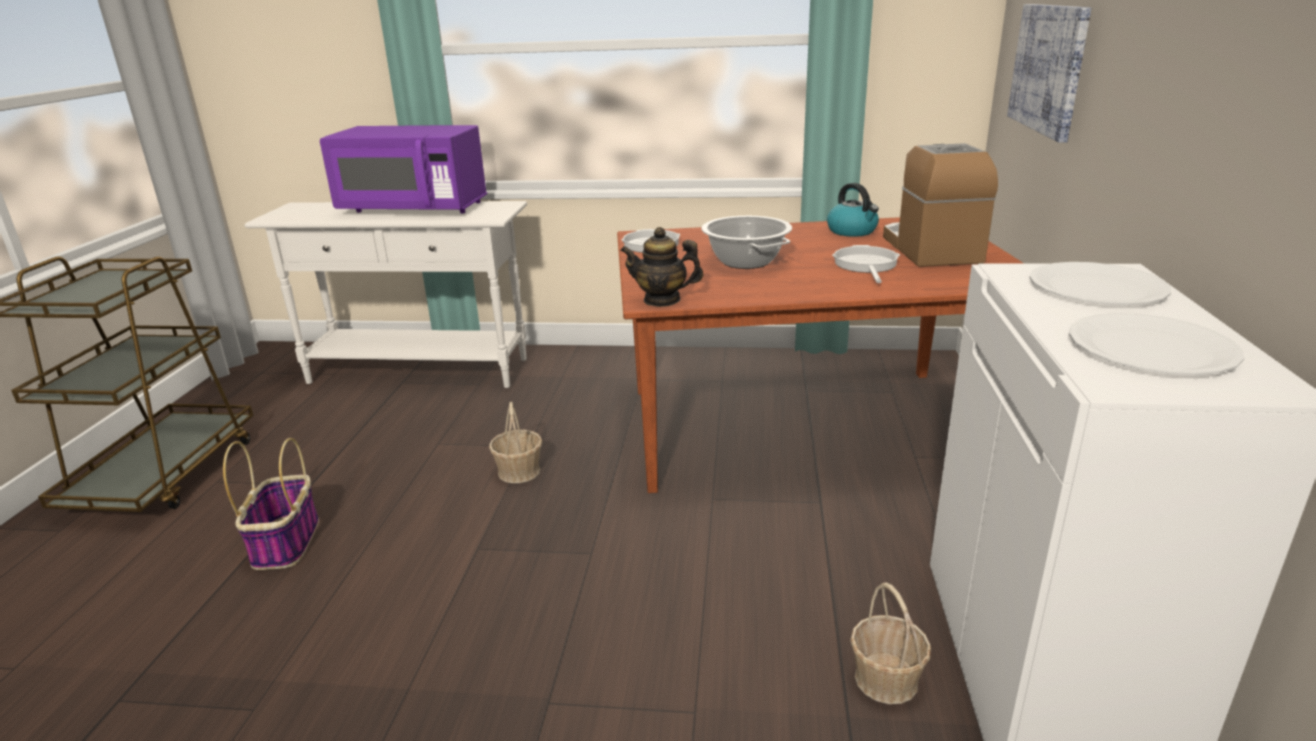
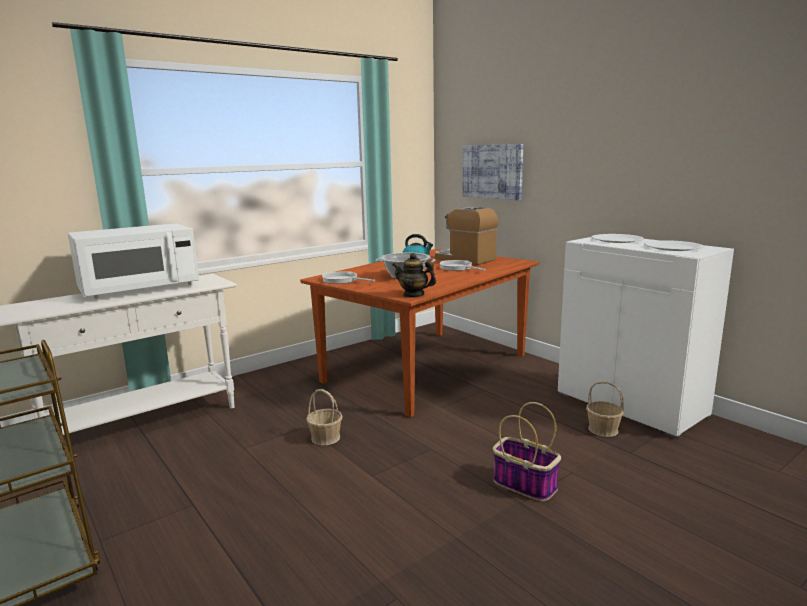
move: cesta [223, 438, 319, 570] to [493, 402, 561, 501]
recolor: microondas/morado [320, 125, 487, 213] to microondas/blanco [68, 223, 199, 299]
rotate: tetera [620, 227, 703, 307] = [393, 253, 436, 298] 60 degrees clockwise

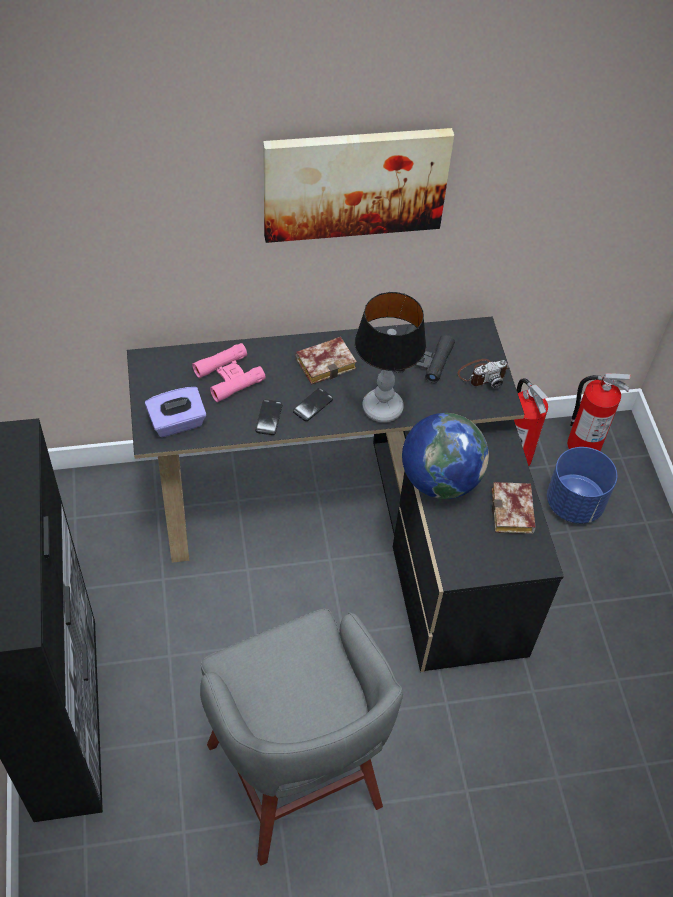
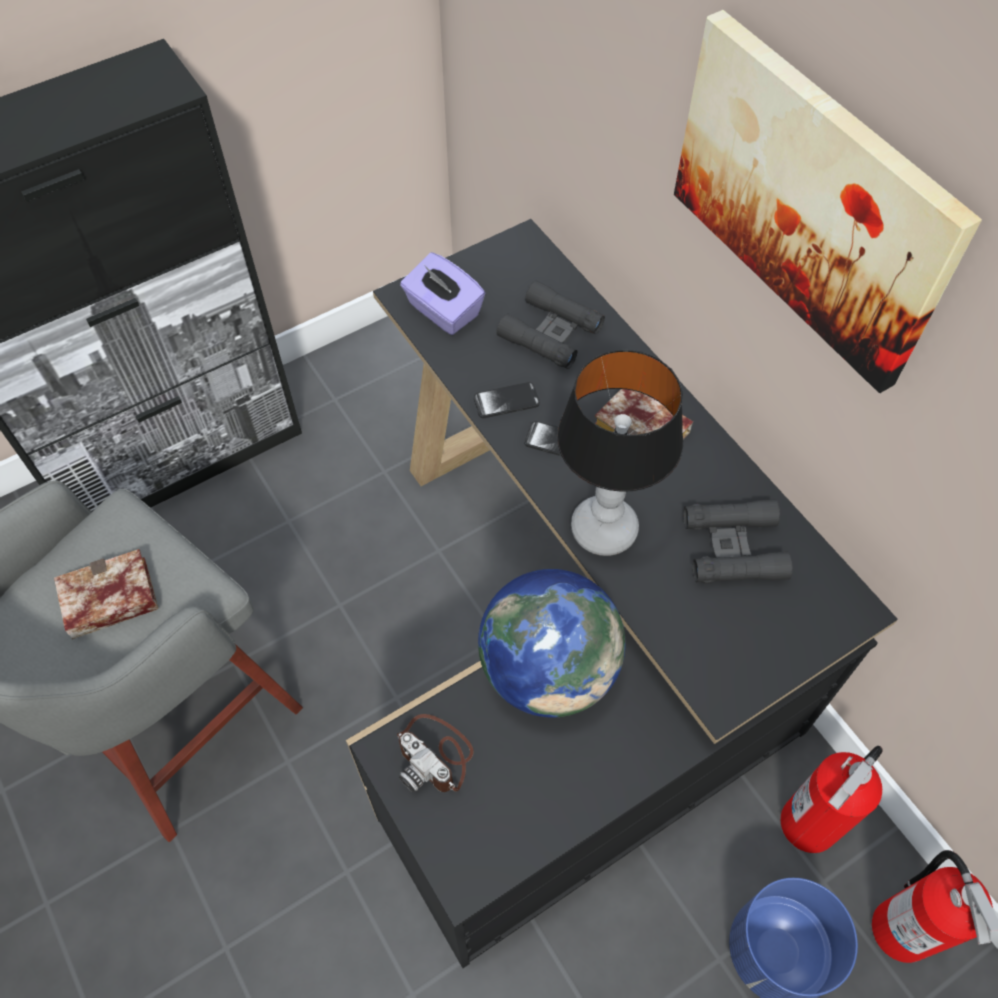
move: libro [492, 482, 536, 534] to [54, 549, 158, 639]; cámara [457, 359, 509, 388] to [397, 714, 474, 792]
recolor: prismáticos/rosa [192, 343, 266, 402] to prismáticos/negro [497, 281, 605, 369]

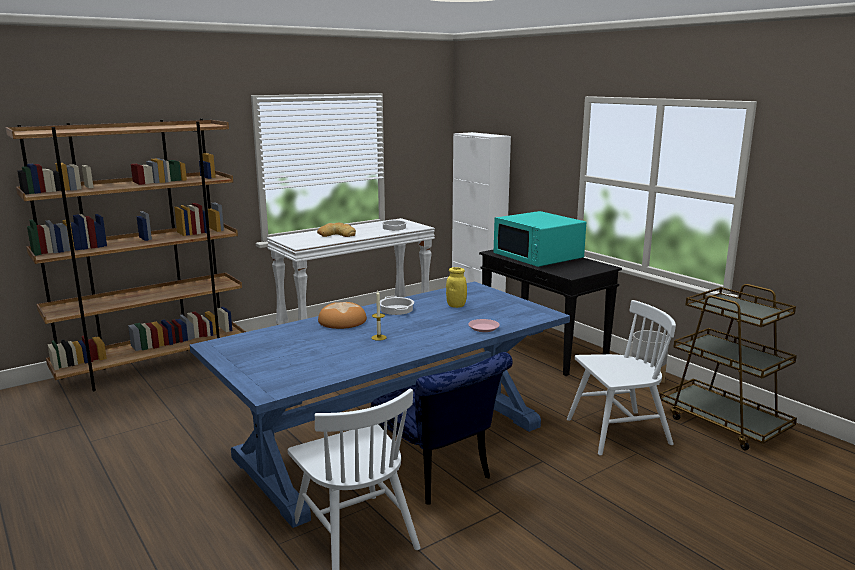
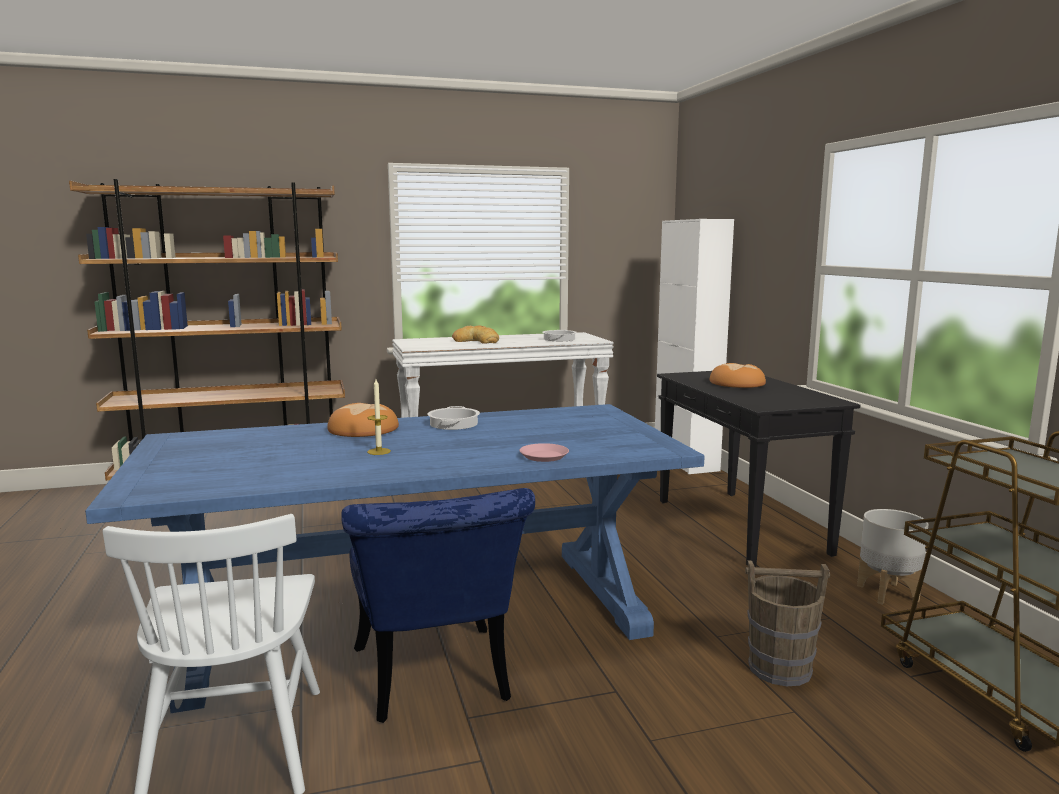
delete: tarro/amarillo [446, 267, 467, 308]
replace: microondas/turquesa [494, 211, 586, 267] to pan [710, 363, 766, 388]; silla/blanco [567, 300, 676, 455] to cubo/marrón [745, 560, 830, 686]

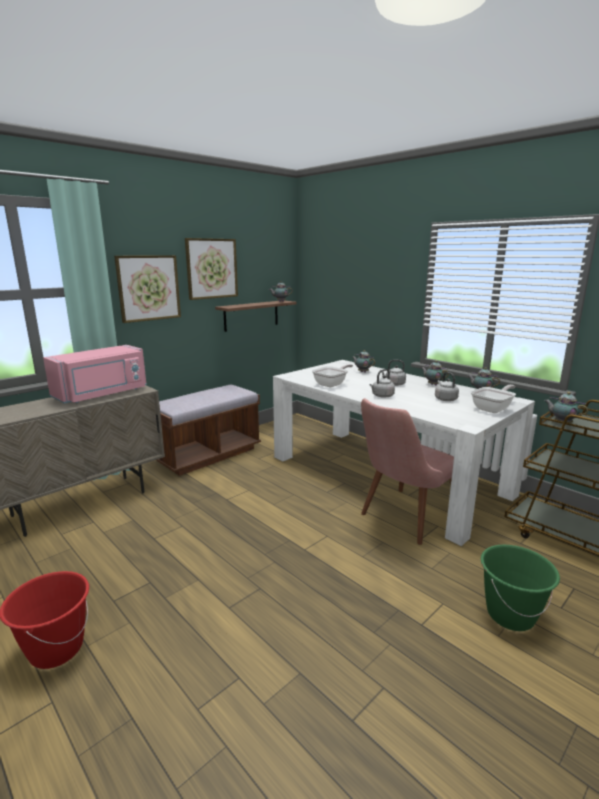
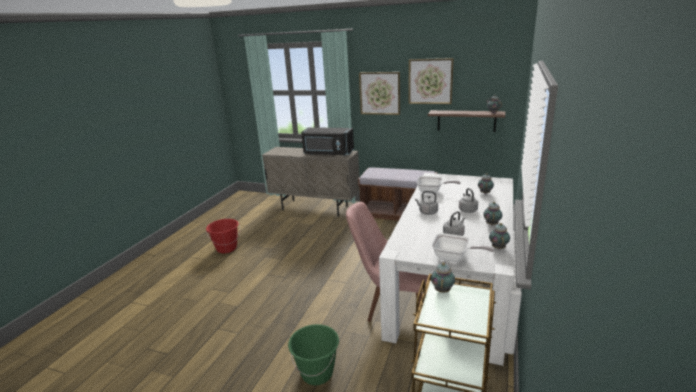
recolor: microondas/rosa [43, 345, 147, 403] to microondas/negro [301, 127, 354, 156]

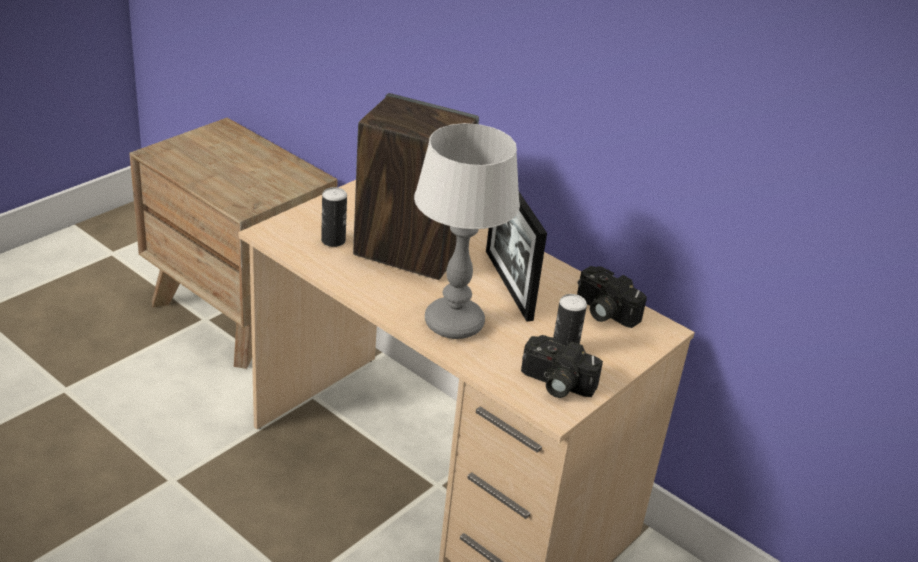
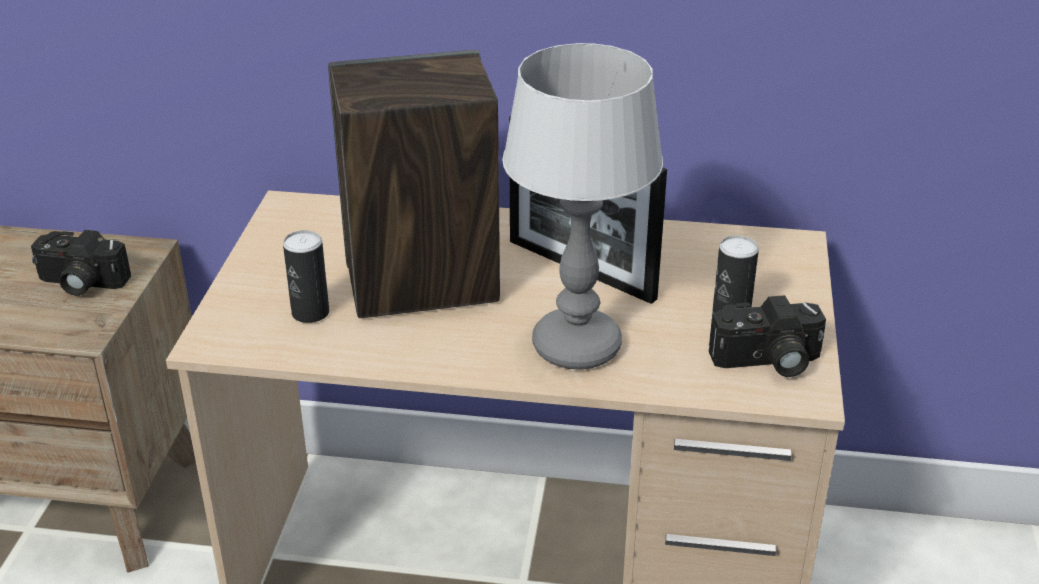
move: cámara [577, 266, 647, 328] to [31, 230, 131, 296]

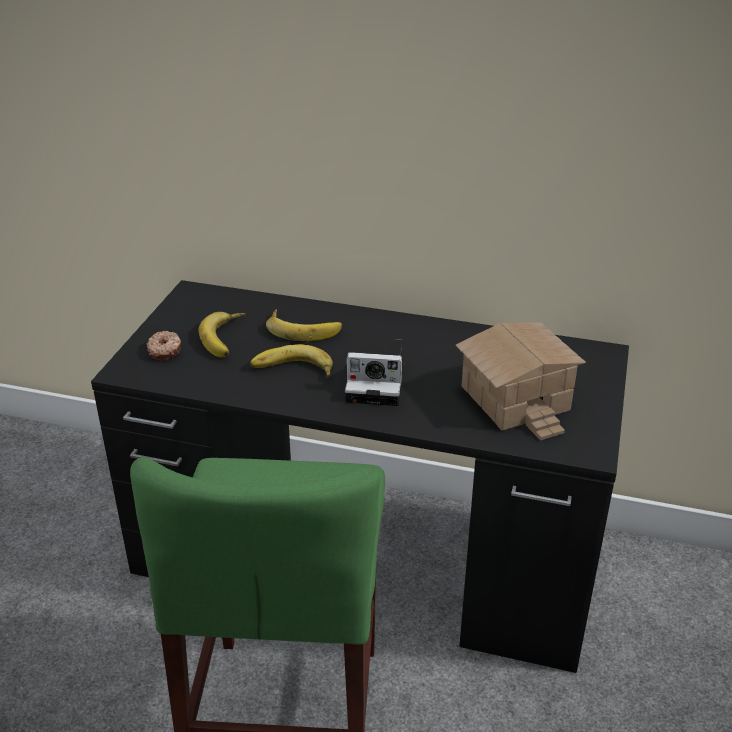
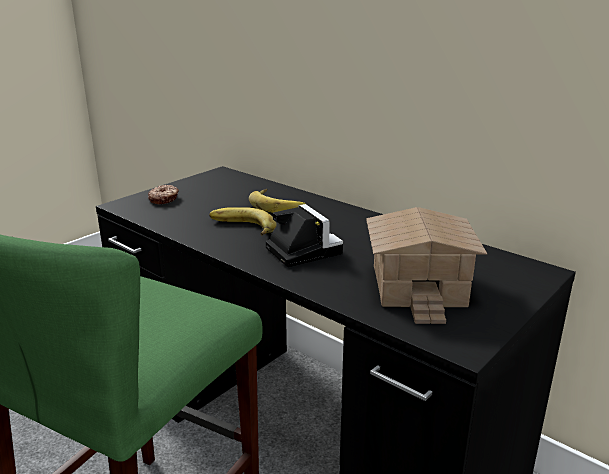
delete: plátano [198, 312, 246, 357]
rotate: cámara [345, 339, 404, 406] = [266, 204, 343, 267] 150 degrees counterclockwise

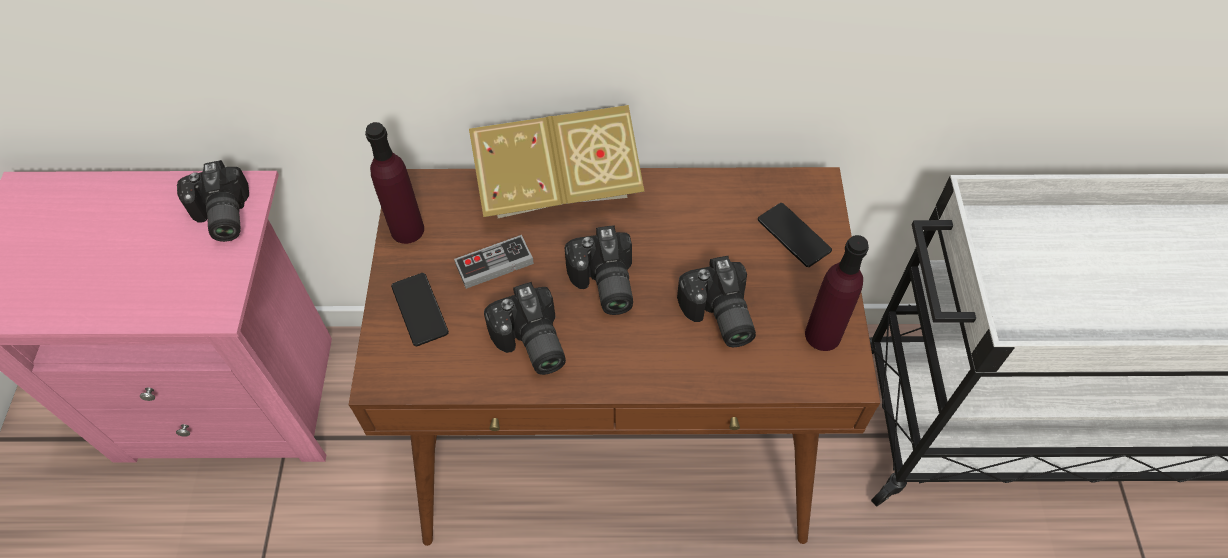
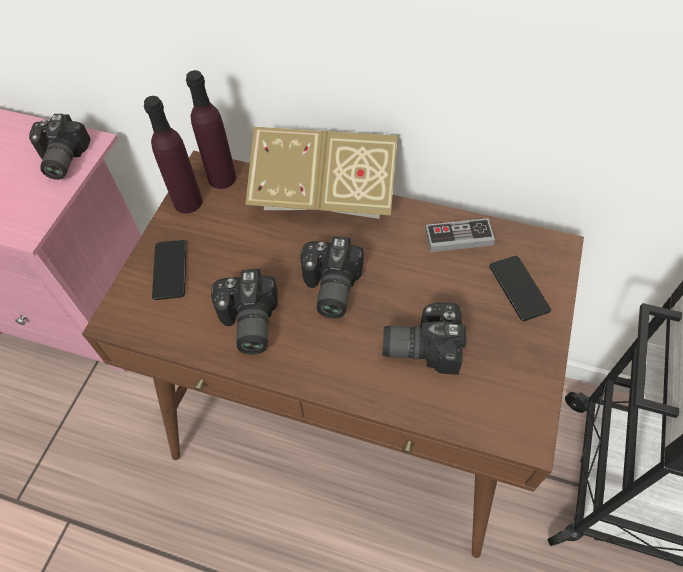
move: botella/morado [805, 235, 869, 351] to [186, 70, 236, 189]; mando de consola [454, 235, 534, 289] to [425, 218, 495, 252]
rotate: cámara [677, 255, 756, 347] = [383, 302, 466, 375] 90 degrees clockwise

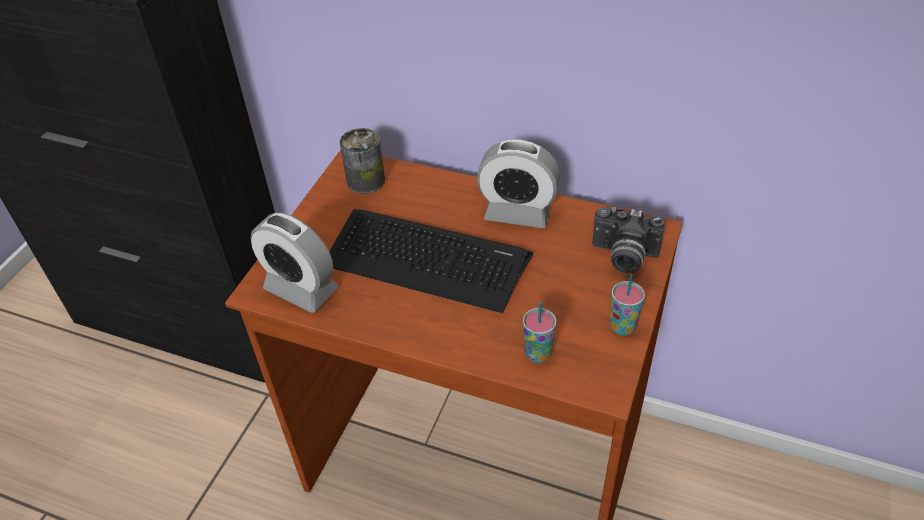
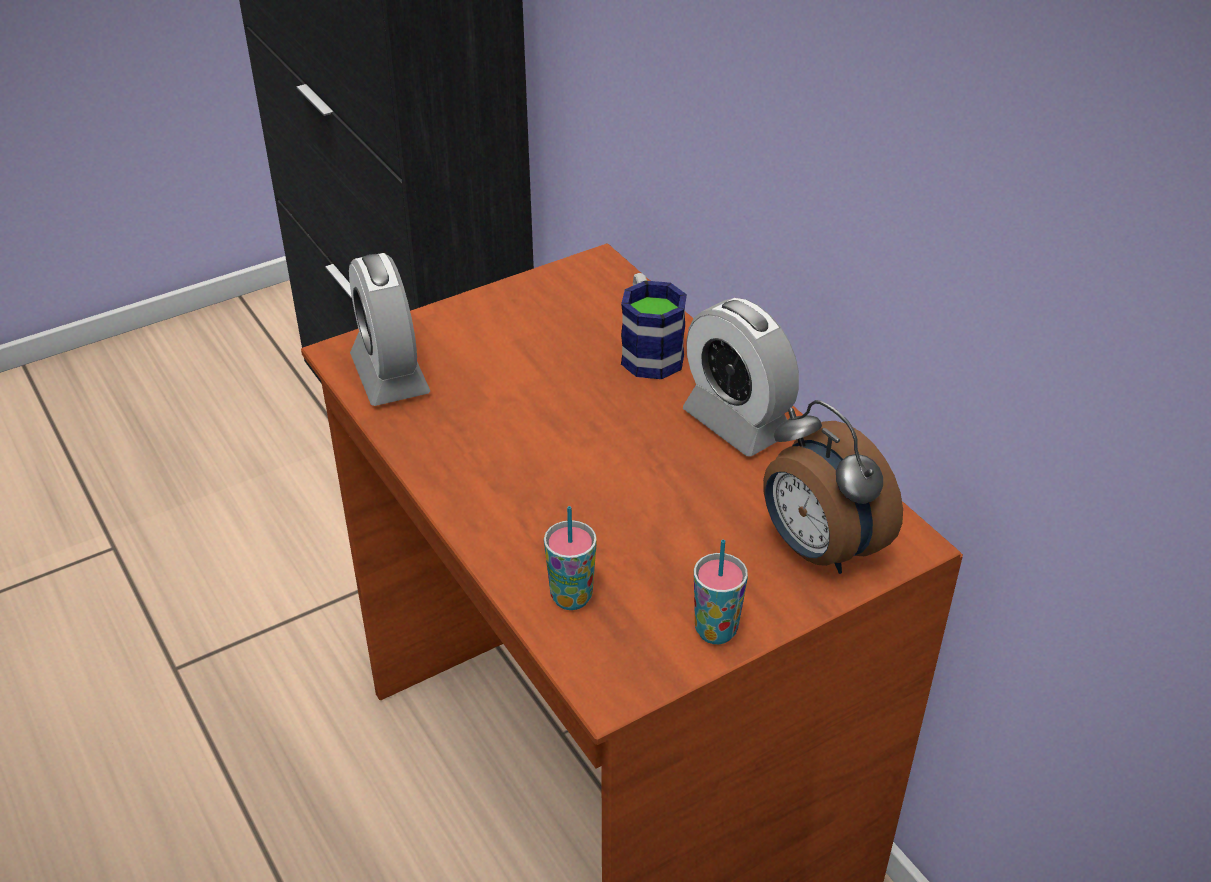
delete: teclado [329, 209, 533, 313]; lata [340, 128, 385, 194]
insert: taza grande [621, 273, 687, 379]
replace: cámara [592, 207, 665, 274] to despertador [763, 400, 903, 574]

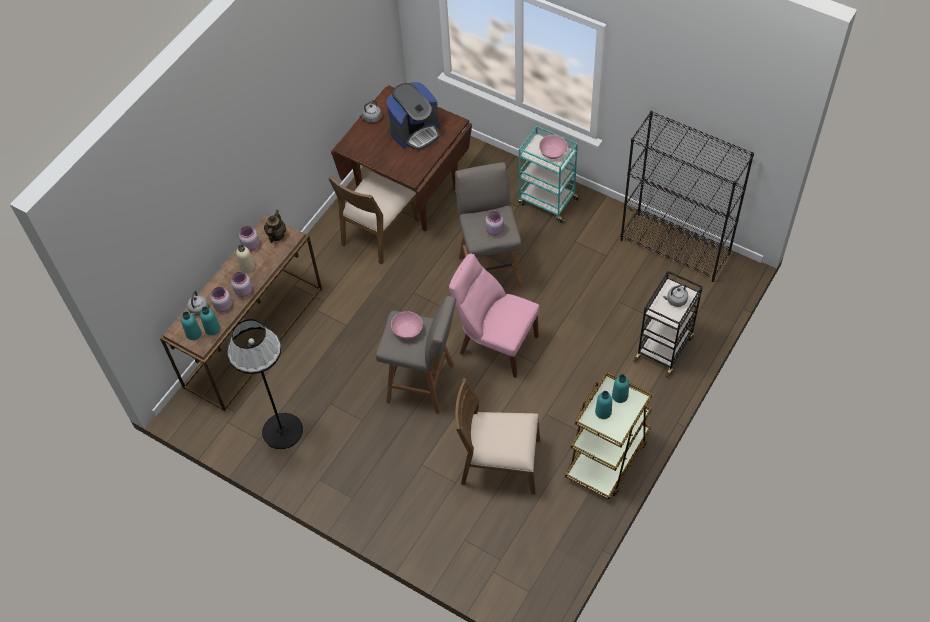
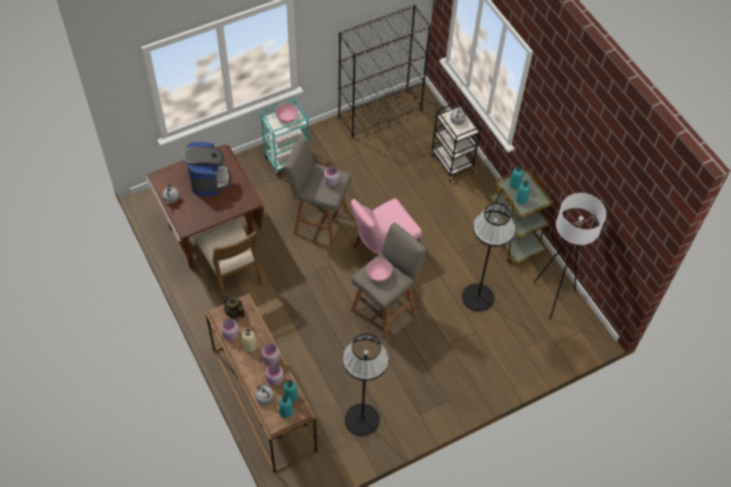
insert: lámpara de pie/blanco [534, 193, 606, 319]
replace: silla/marrón [455, 378, 540, 495] to lámpara de pie/negro [462, 203, 516, 312]

